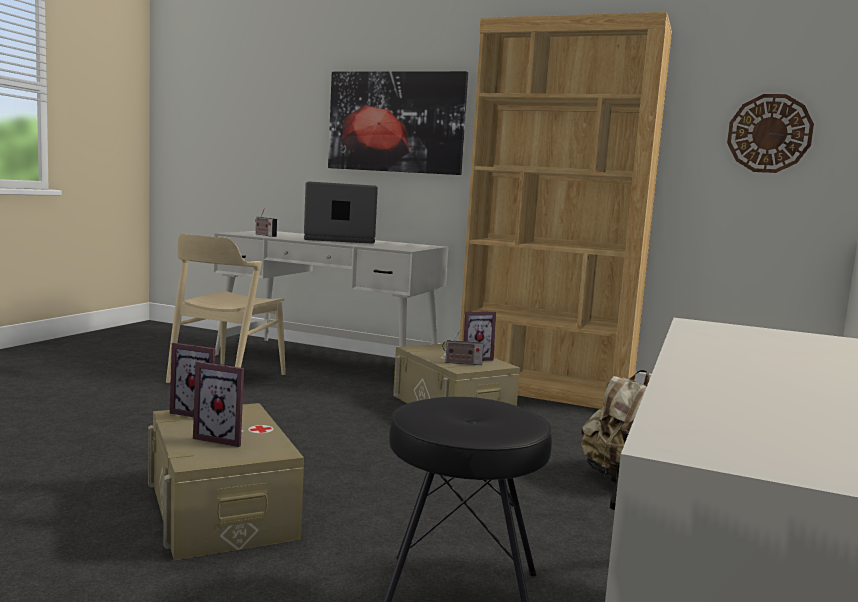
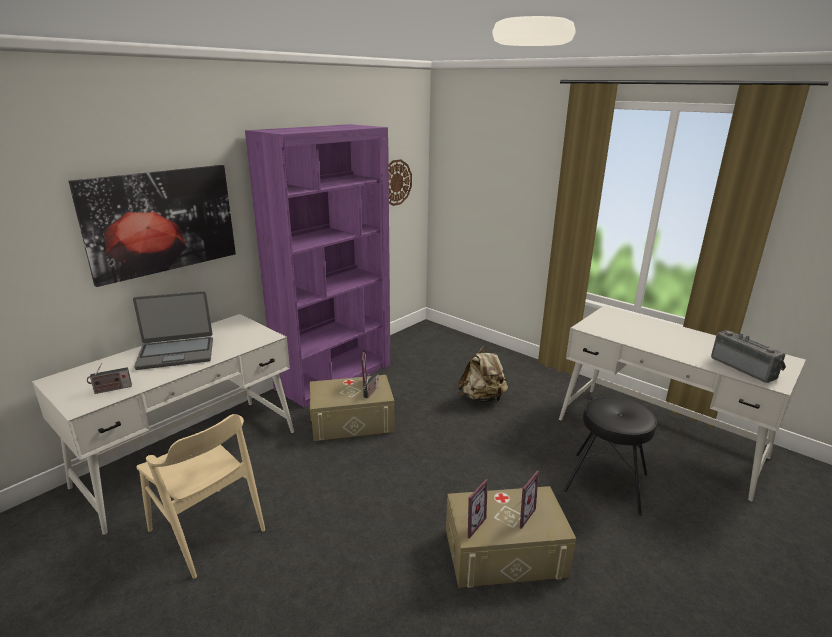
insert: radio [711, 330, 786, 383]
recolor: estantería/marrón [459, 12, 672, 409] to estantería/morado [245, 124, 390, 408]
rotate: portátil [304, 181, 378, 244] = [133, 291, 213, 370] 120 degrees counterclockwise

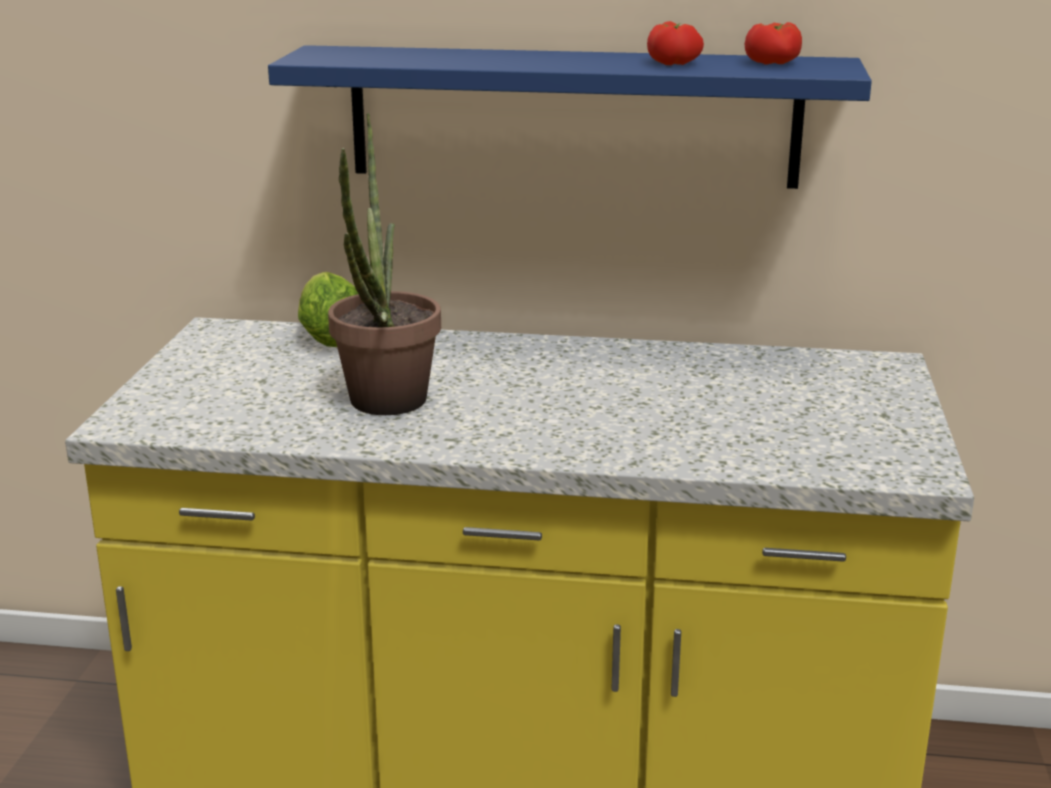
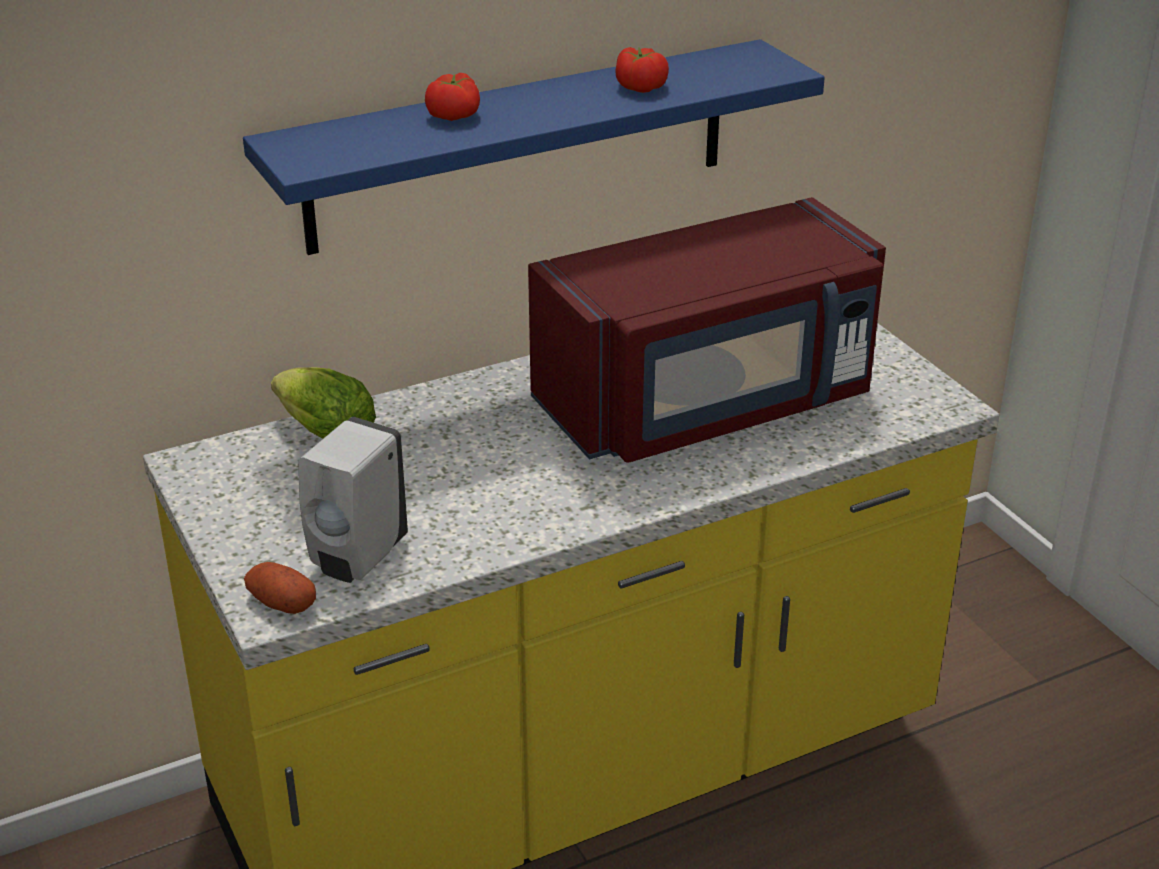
delete: planta en maceta [328, 113, 441, 415]
insert: patata [244, 562, 316, 614]; dispensador de jabón/blanco [299, 417, 408, 583]; microondas/rojo [528, 197, 886, 462]
move: tomate [745, 22, 802, 65] to [425, 73, 480, 121]

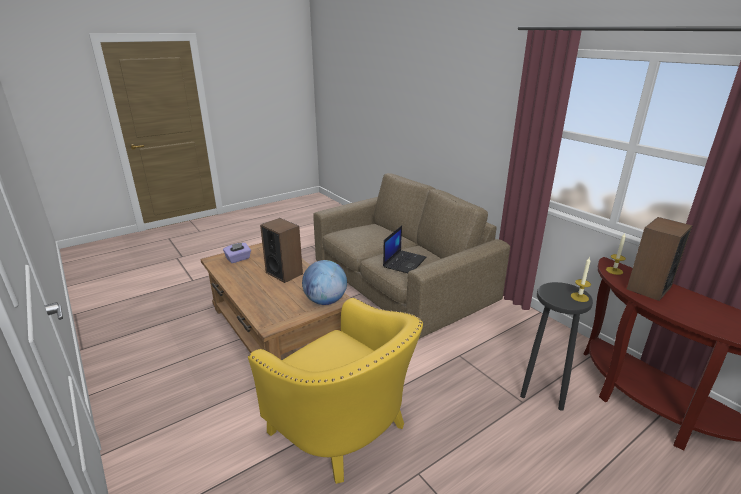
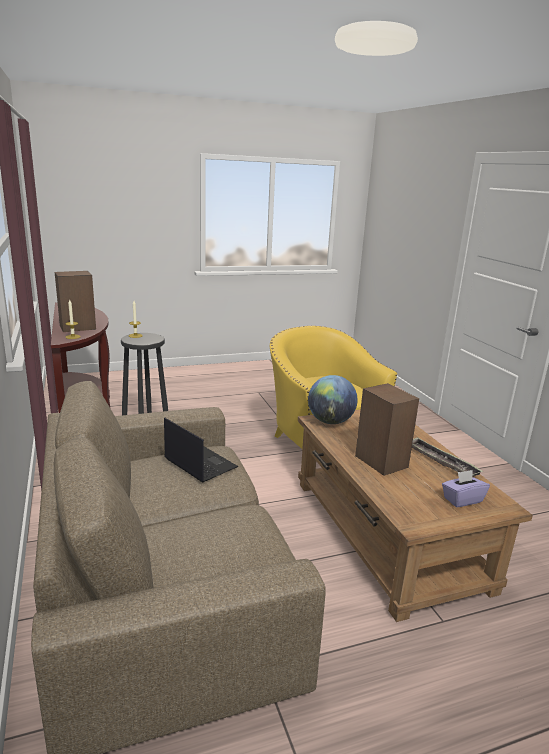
insert: bandeja [412, 437, 483, 477]
rotate: portátil [383, 225, 427, 273] = [164, 418, 238, 483] 90 degrees clockwise

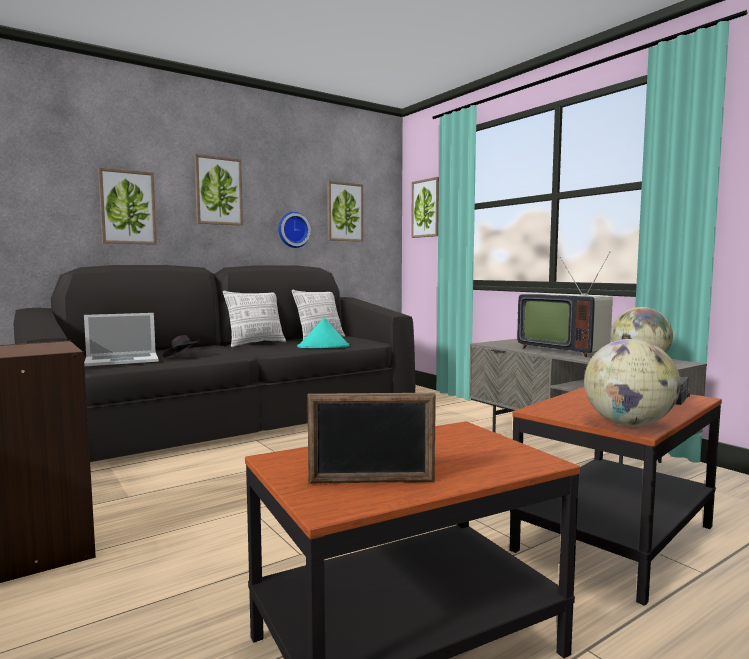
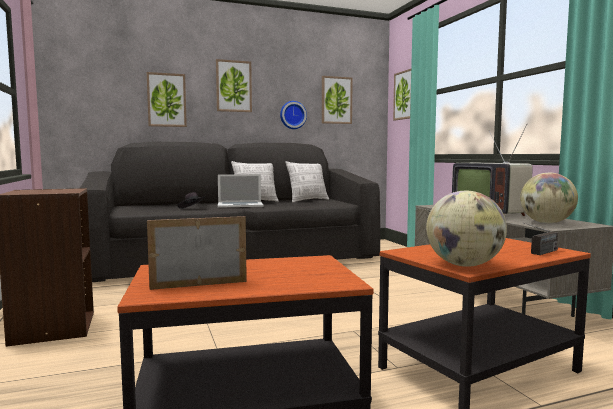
delete: sombrero/turquesa [297, 318, 349, 348]
move: portátil [84, 313, 159, 366] to [218, 174, 263, 208]
rotate: portarretratos [307, 393, 436, 484] = [147, 216, 247, 290] 150 degrees clockwise

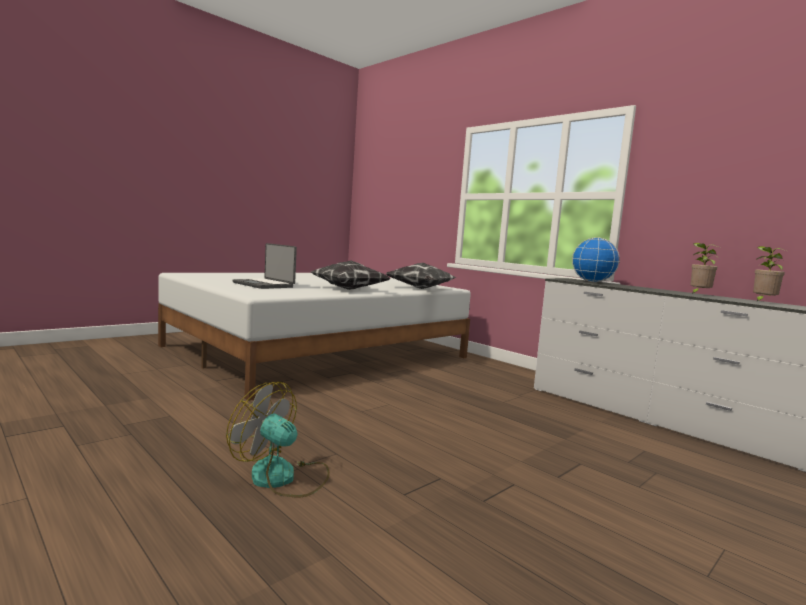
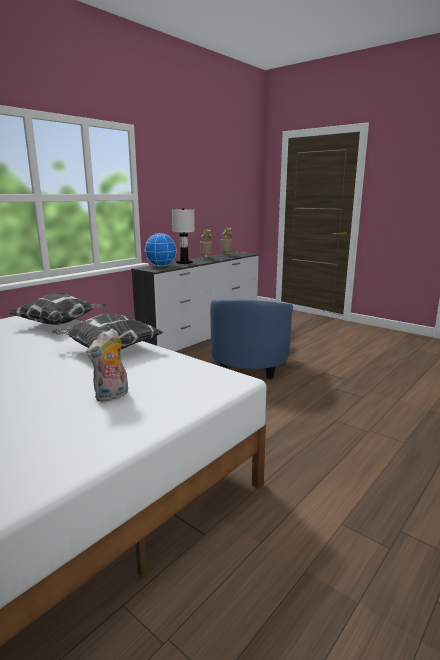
delete: ventilador [226, 382, 330, 498]
insert: lámpara de mesa/blanco [172, 208, 195, 264]; sillón/azul [210, 299, 293, 379]
replace: portátil [232, 243, 297, 289] to peluche [86, 329, 128, 402]

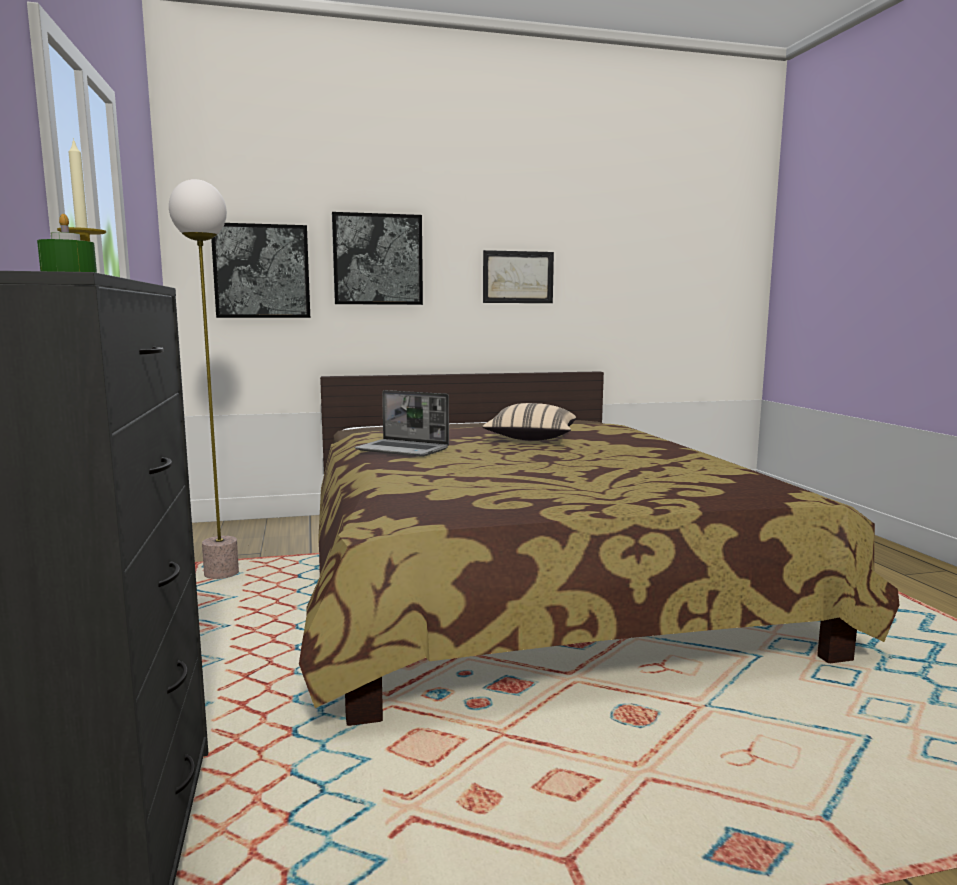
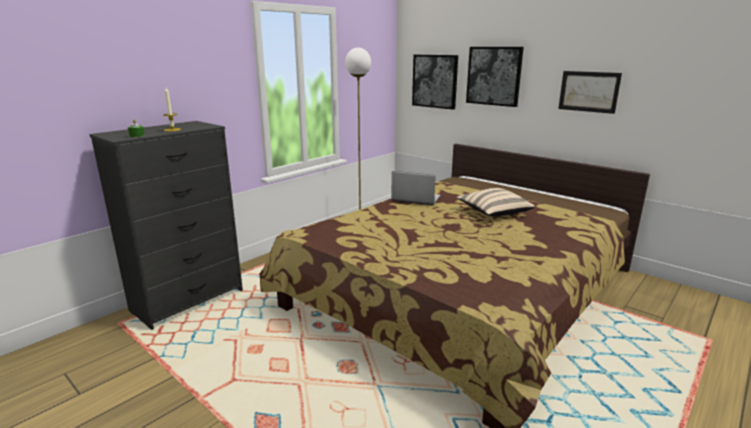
rotate: portátil [355, 390, 449, 457] = [391, 171, 441, 205] 120 degrees clockwise

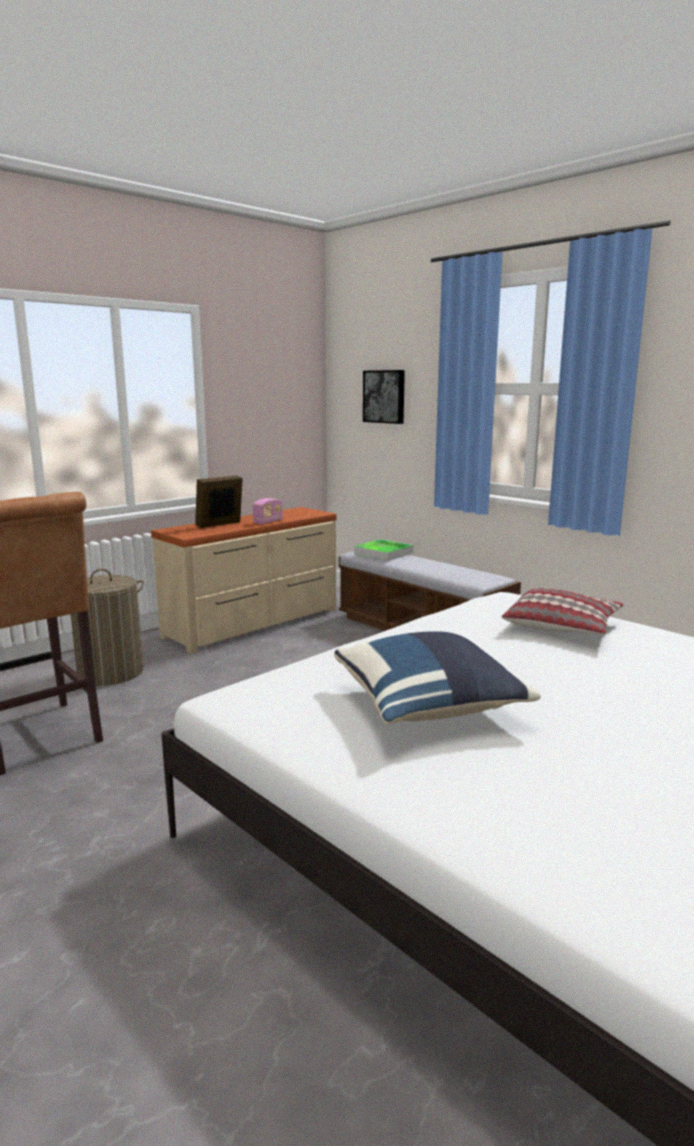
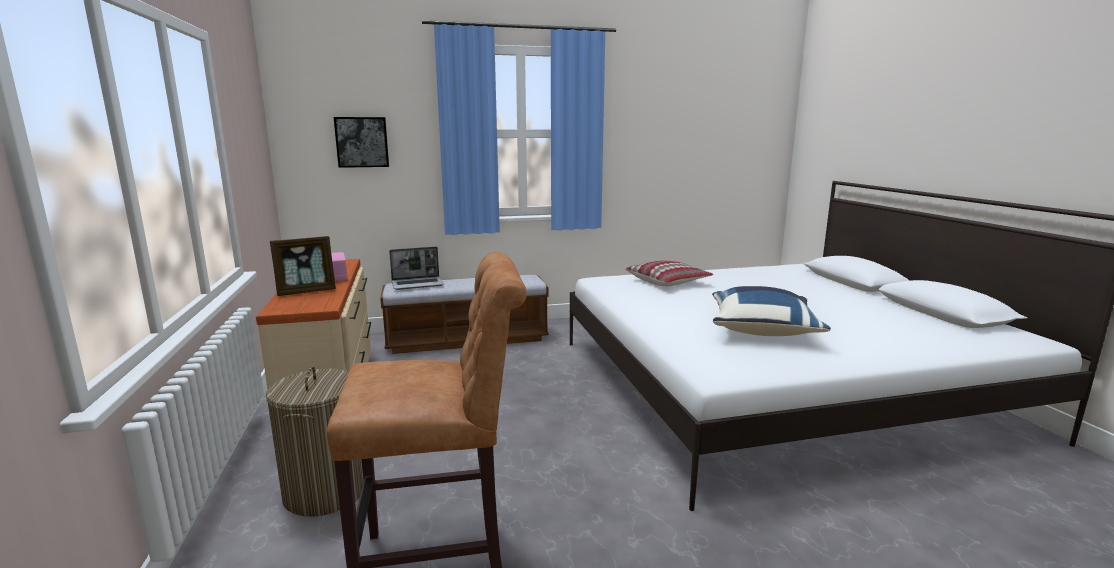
replace: bandeja [354, 539, 414, 561] to portátil [389, 247, 444, 290]
rotate: portarretratos [195, 475, 243, 528] = [270, 236, 336, 296] 105 degrees counterclockwise

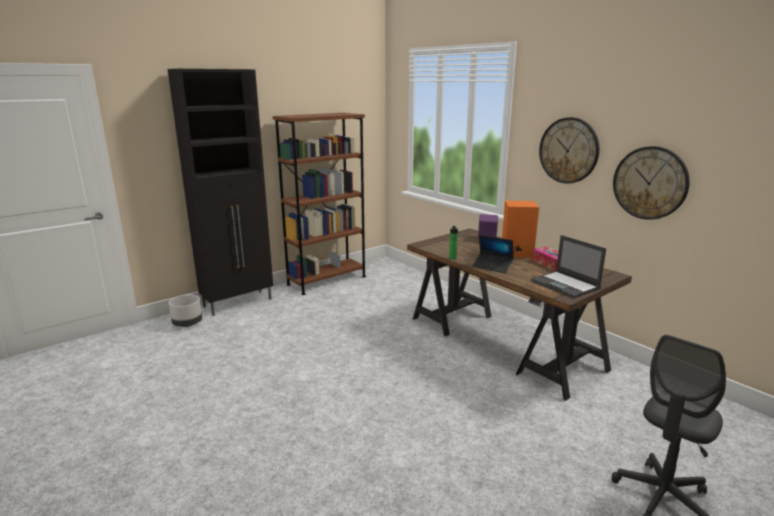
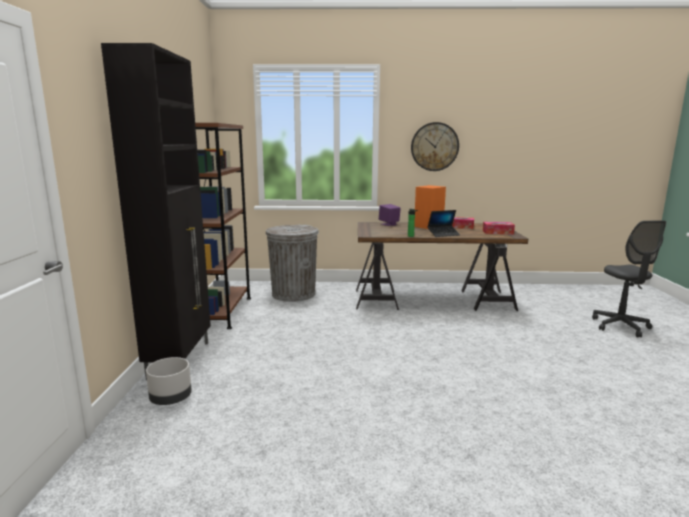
delete: reloj de pared [613, 146, 690, 220]
insert: papelera/gris [265, 225, 319, 302]
replace: portátil [531, 235, 606, 298] to caja de pañuelos [483, 222, 515, 234]

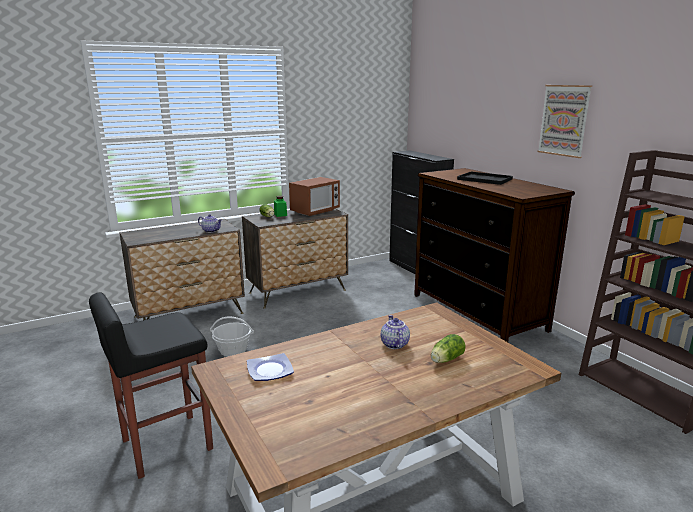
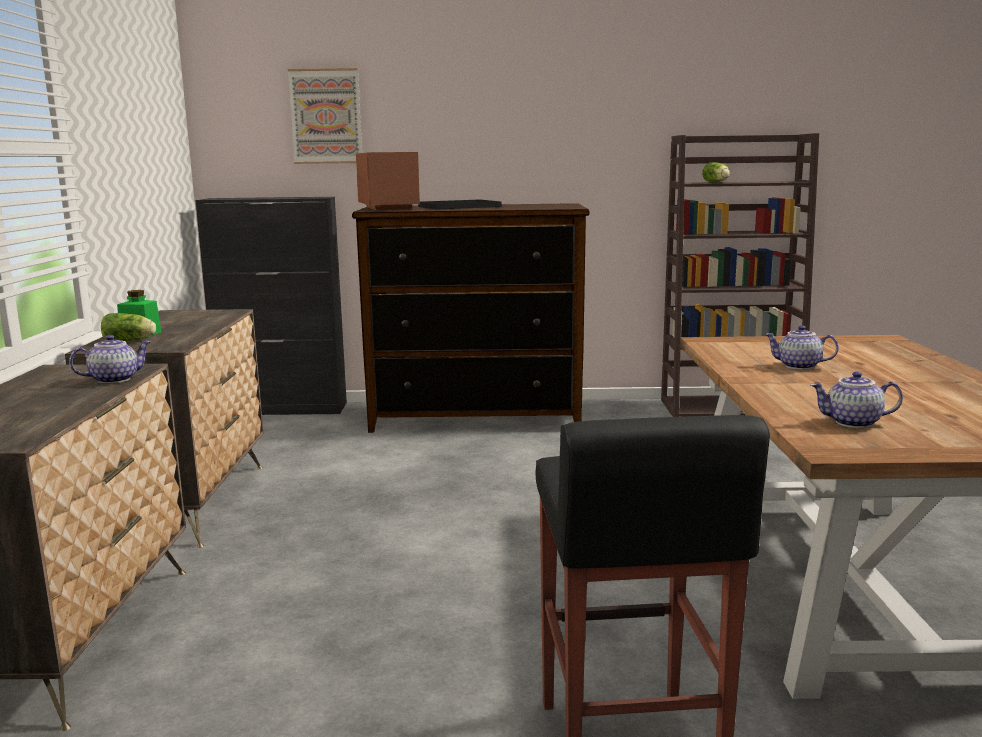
delete: cesta [210, 317, 254, 357]
move: cuadro [537, 85, 592, 158] to [288, 68, 362, 164]; microondas [289, 177, 340, 216] to [356, 152, 420, 211]; lechuga [431, 334, 466, 363] to [702, 162, 730, 183]
replace: plato [247, 353, 294, 381] to tetera [810, 371, 903, 428]

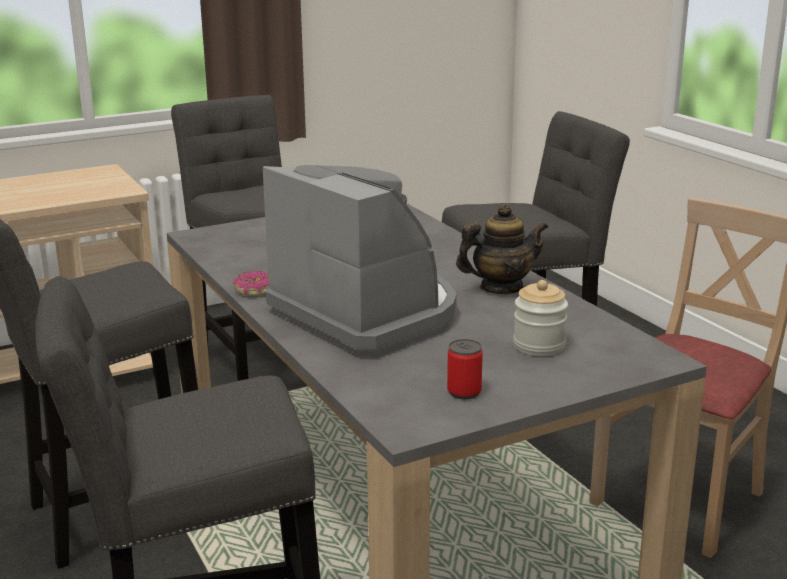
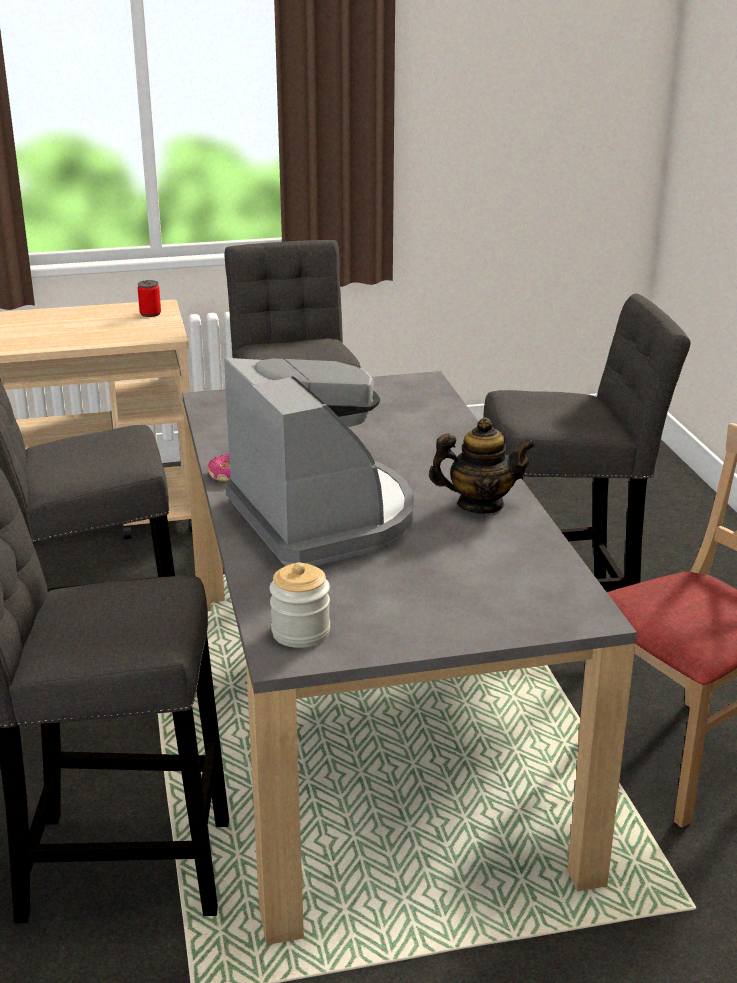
move: lata [447, 339, 483, 399] to [138, 280, 161, 317]; tarro [513, 280, 568, 356] to [270, 562, 330, 648]

